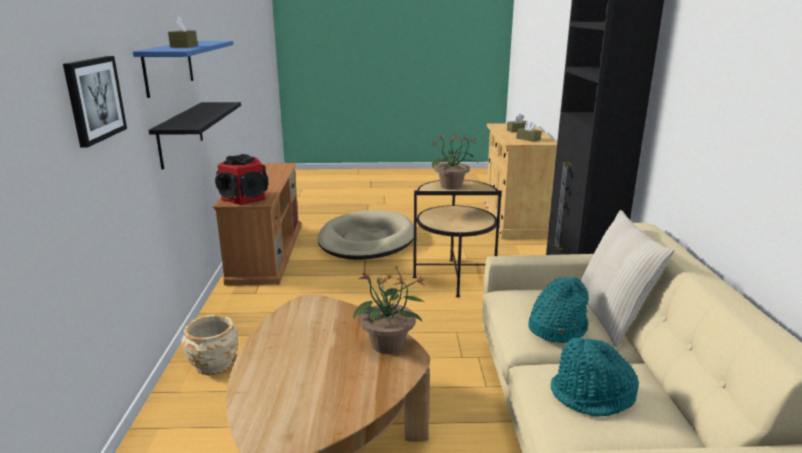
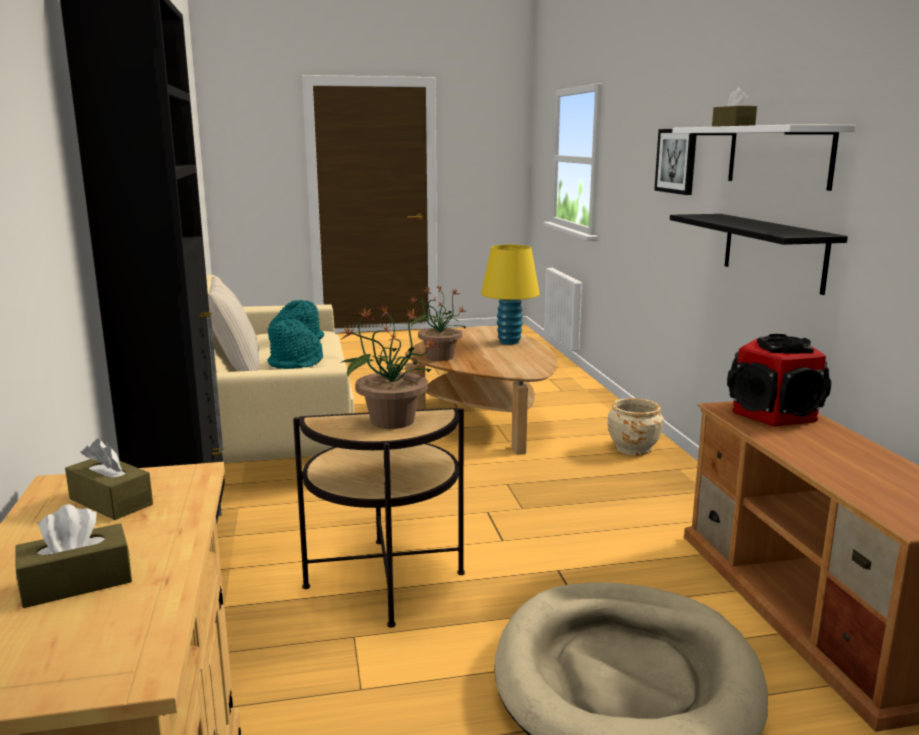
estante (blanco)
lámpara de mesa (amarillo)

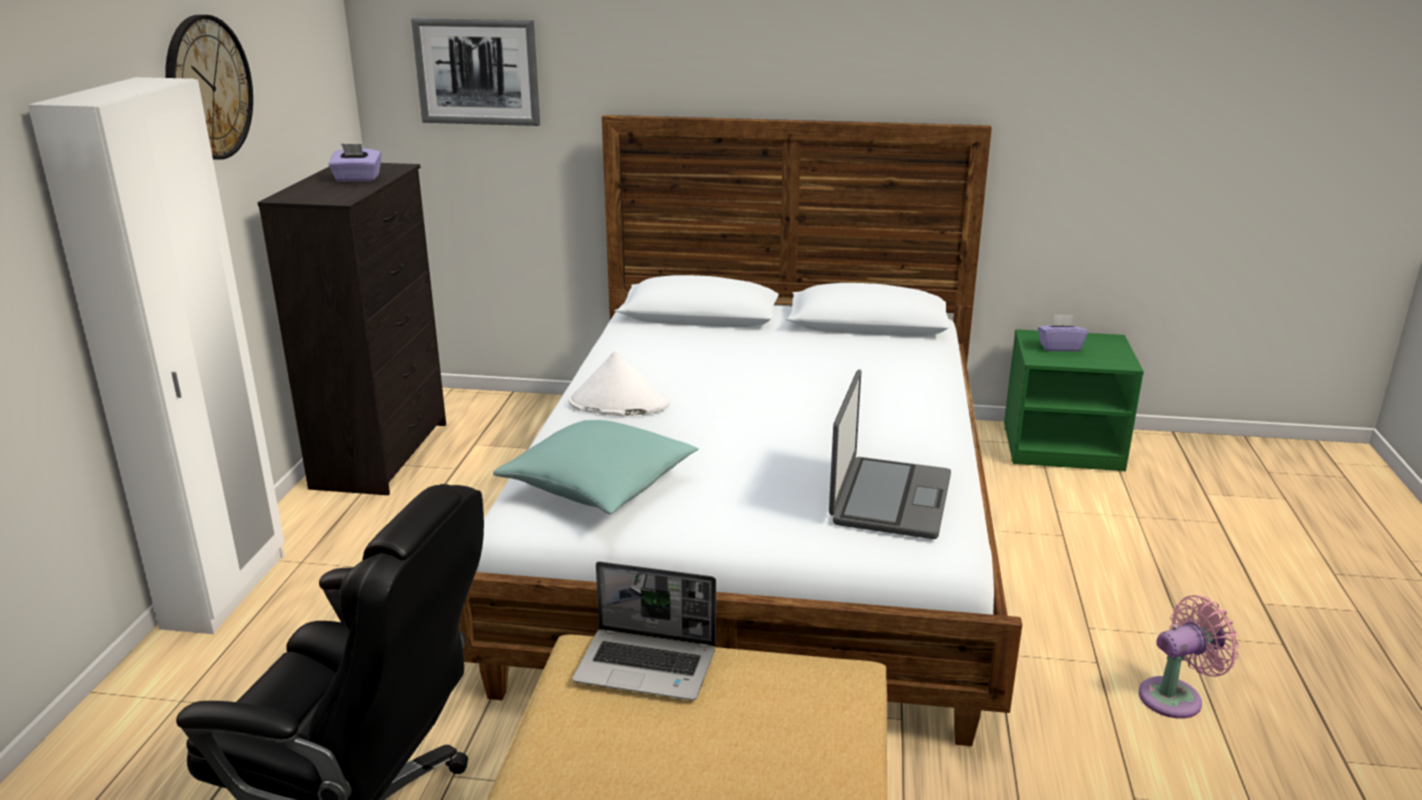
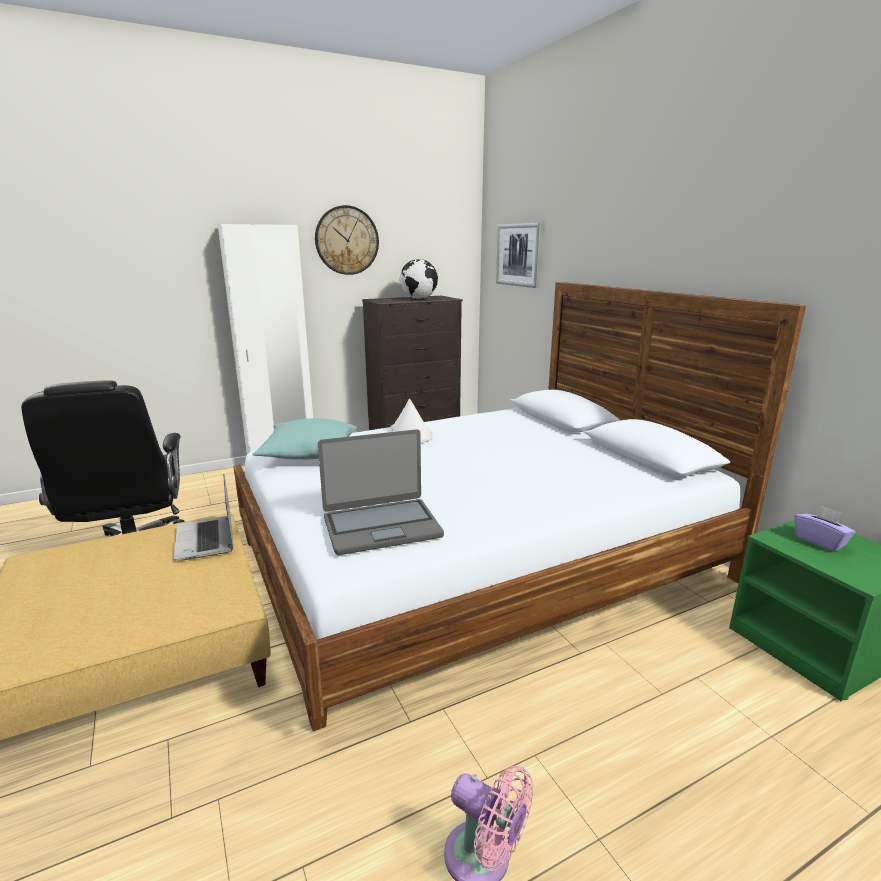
globo terráqueo

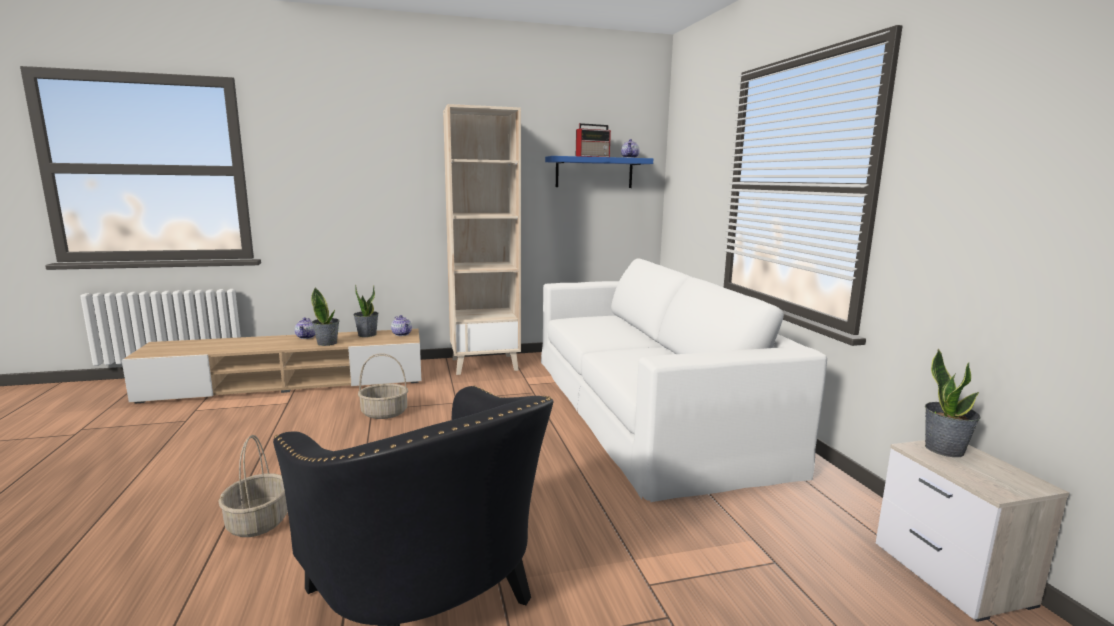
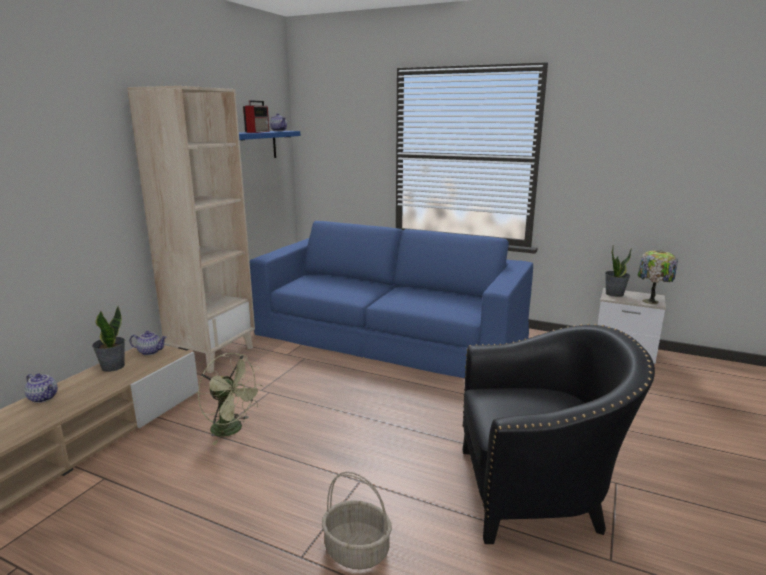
sofá (azul)
planta en maceta (1st from left in the first image)
ventilador (verde)
lámpara de mesa

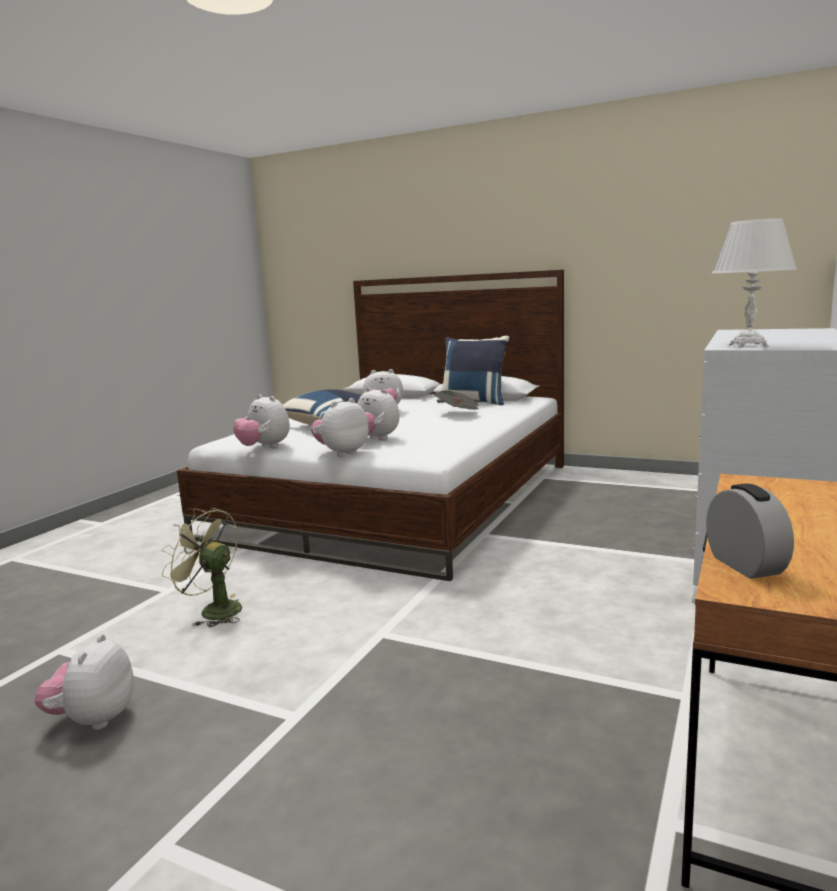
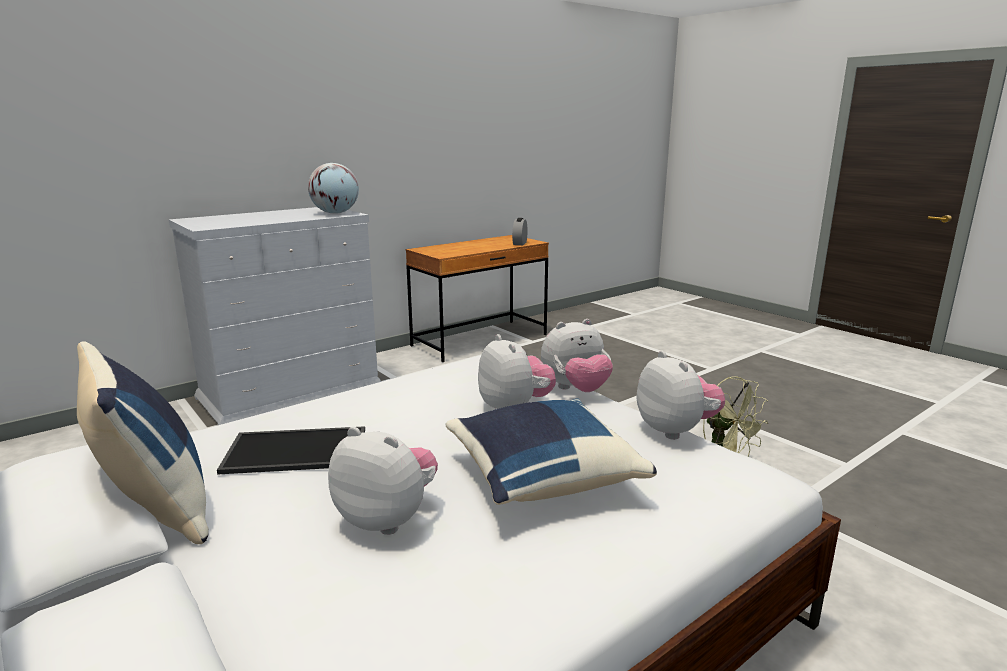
globo terráqueo
bandeja
peluche (1st from left in the first image)

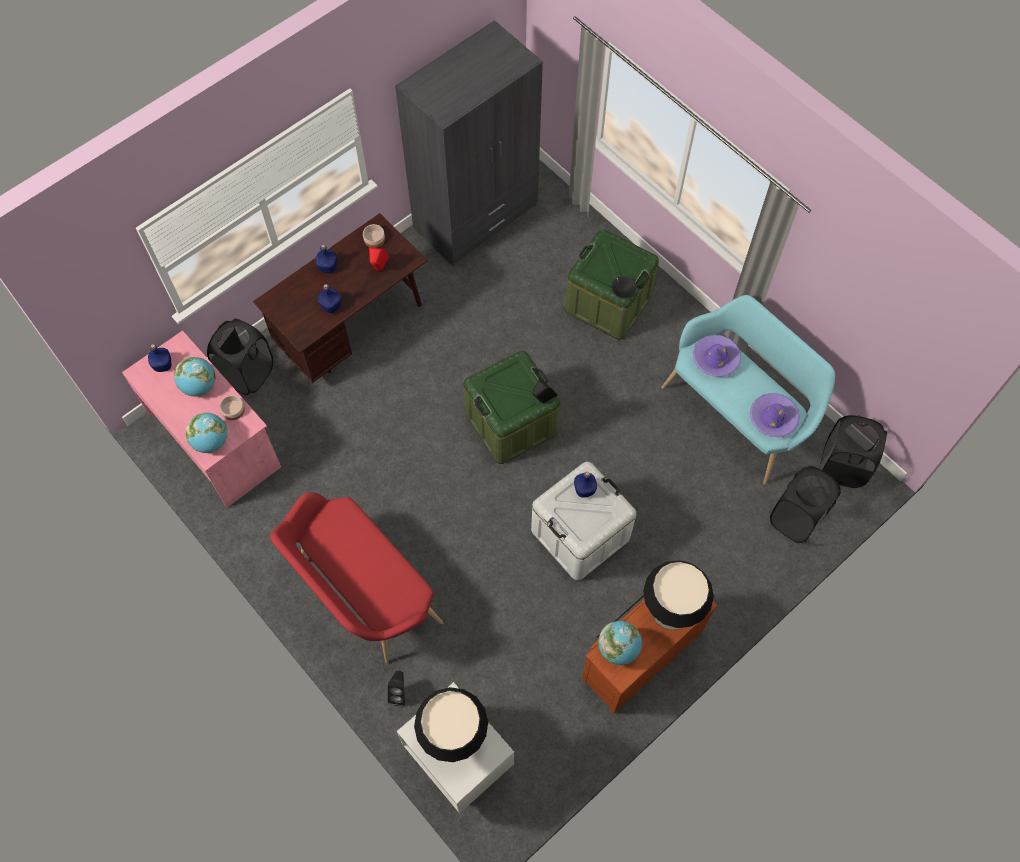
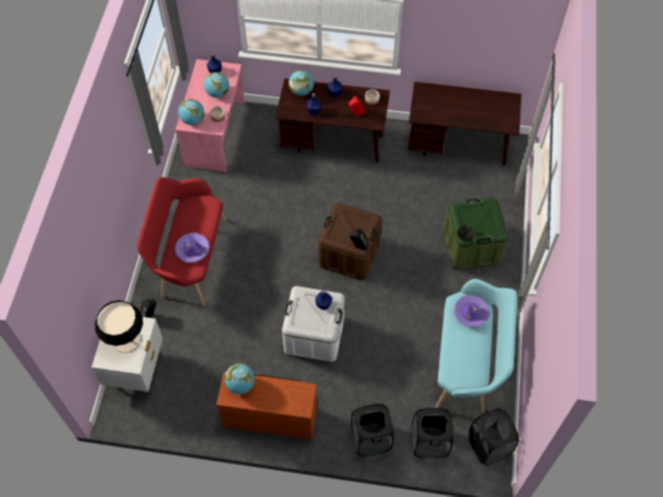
escritorio (marrón) (2nd from left)
cesto de la ropa (negro) (1st from left)
caja de almacenaje (marrón)
sombrero (morado) (1st from left)
lámpara de mesa (2nd from left in the first image)
globo terráqueo (4th from left)

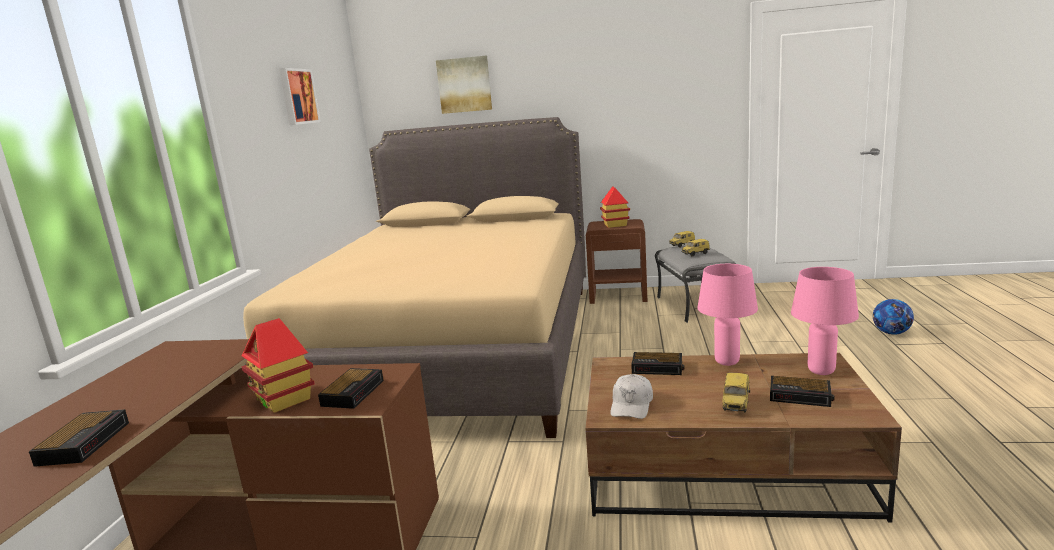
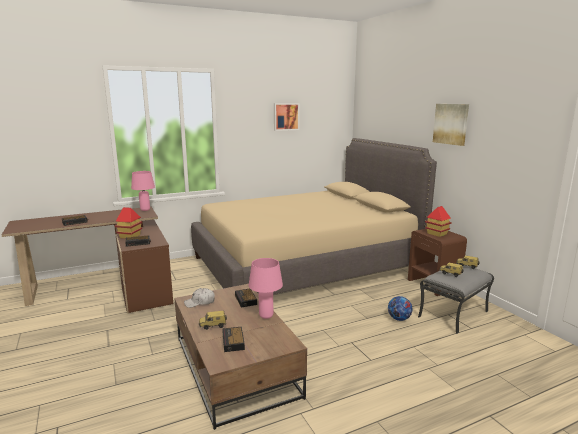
cuadro (2nd from left)
lámpara de mesa (rosa) (1st from left)
balón de fútbol

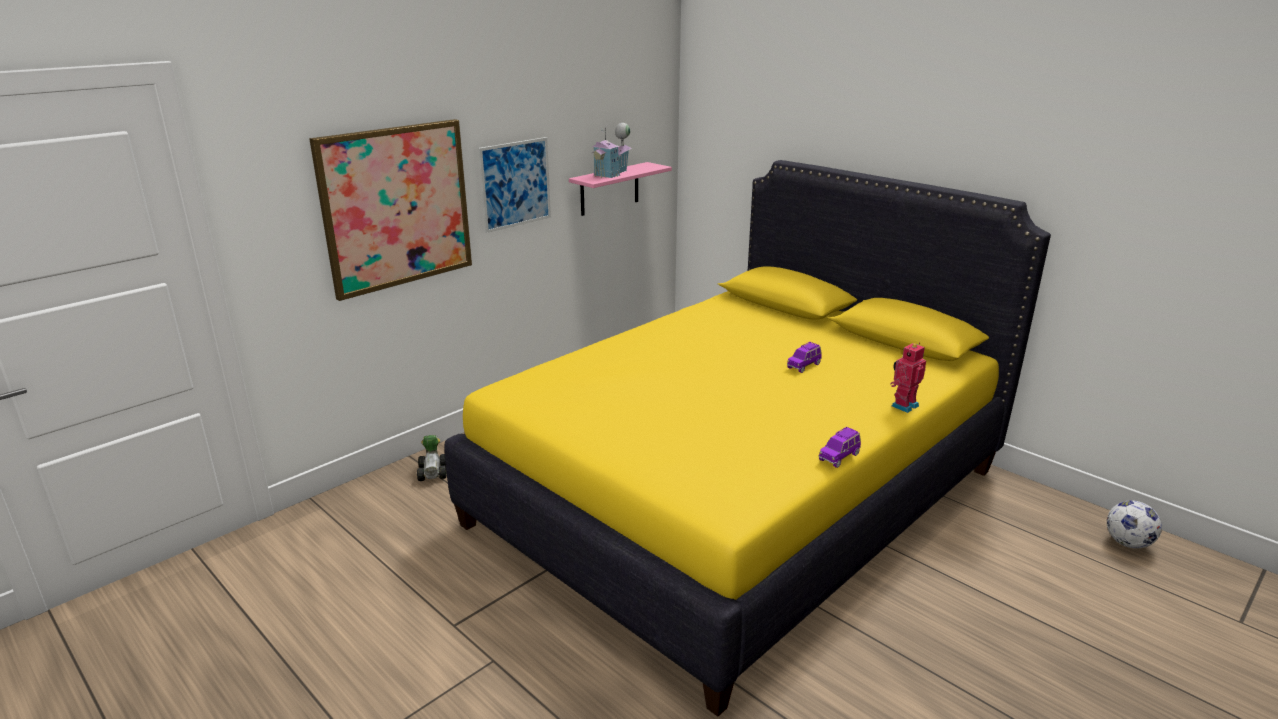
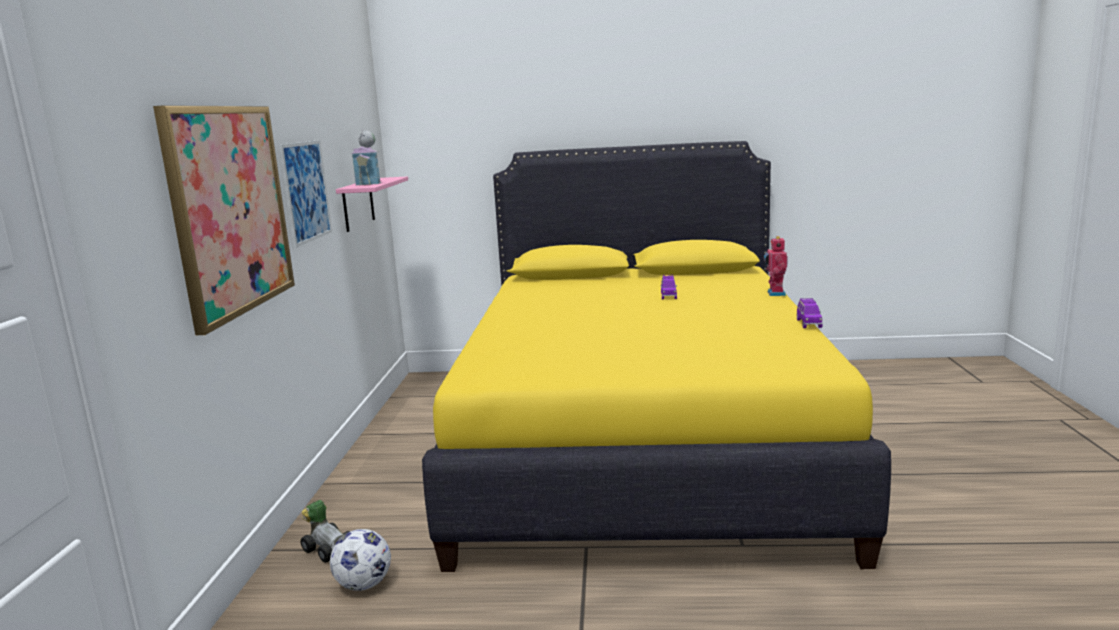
balón de fútbol

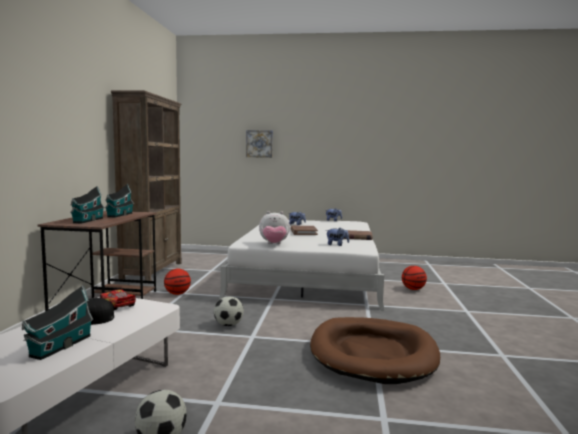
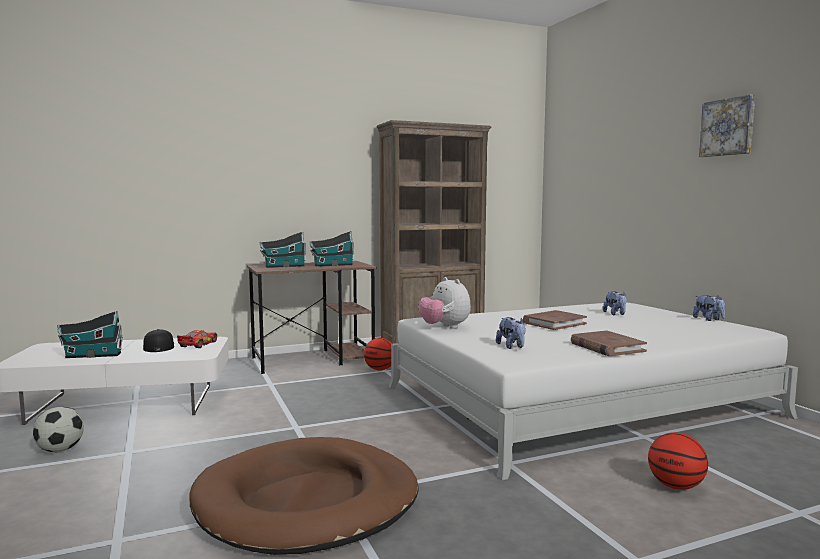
cuadro
balón de fútbol (2nd from left in the first image)

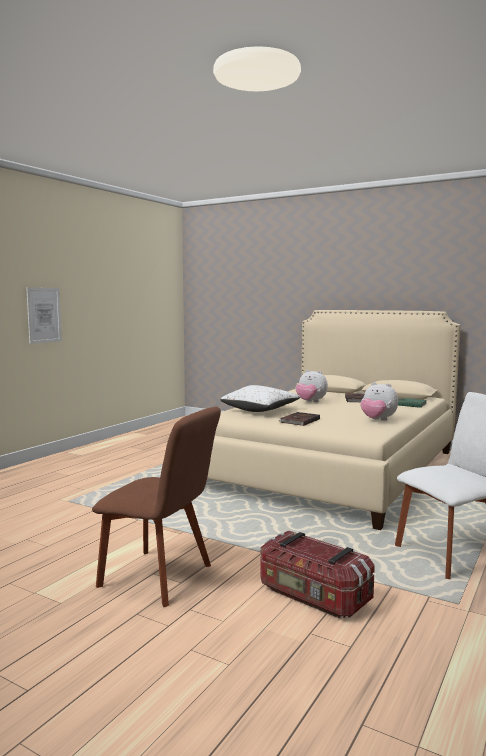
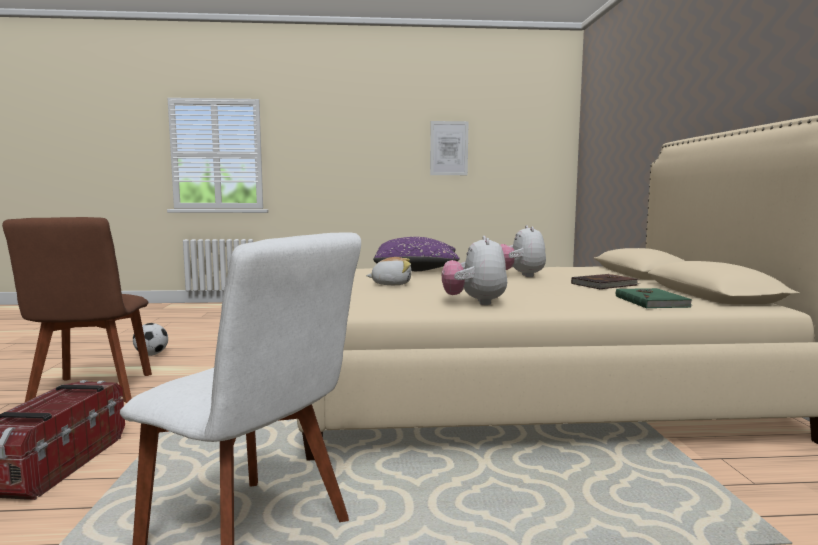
cuadro
cojín (morado)
peluche (1st from left)
balón de fútbol

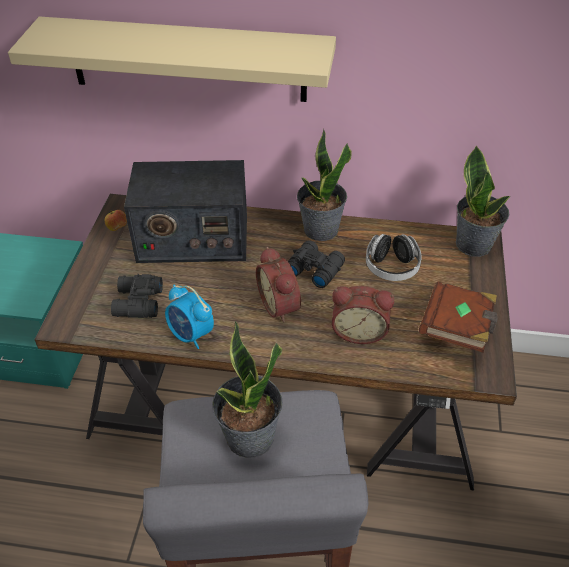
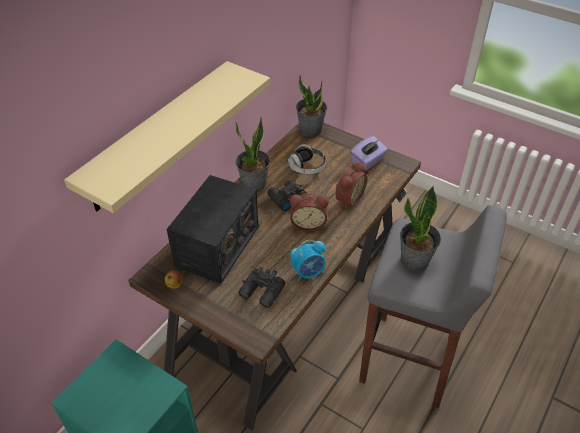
caja de pañuelos (morado)

